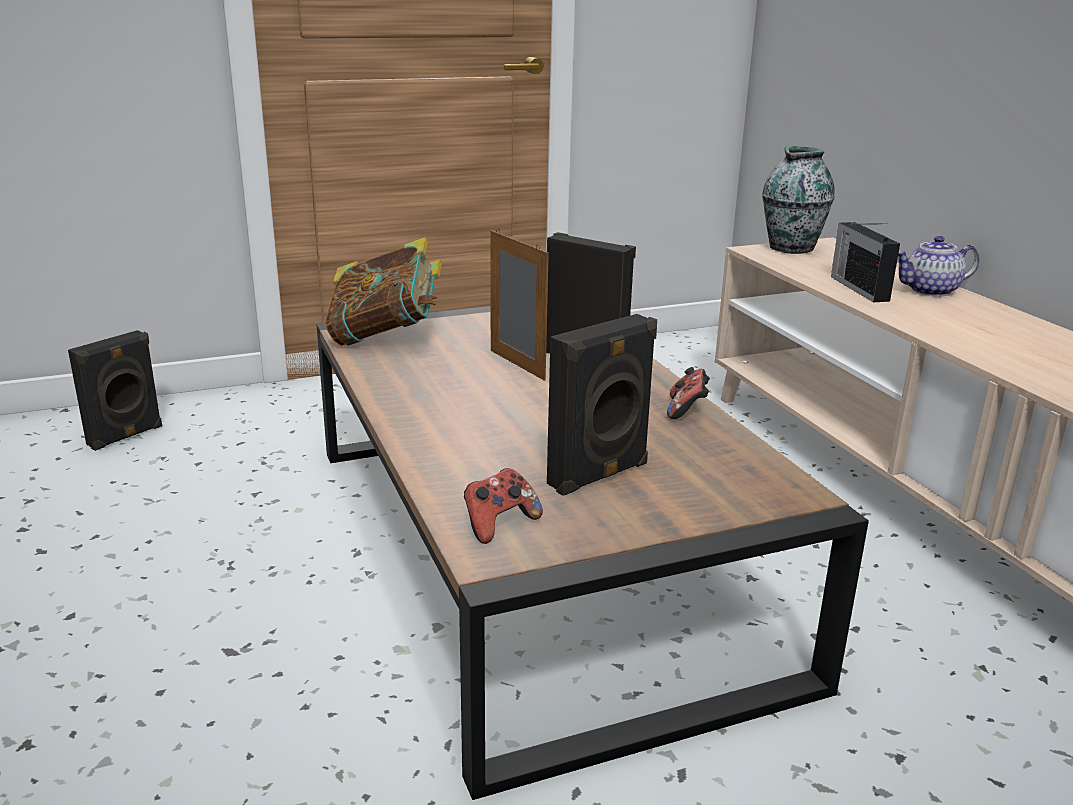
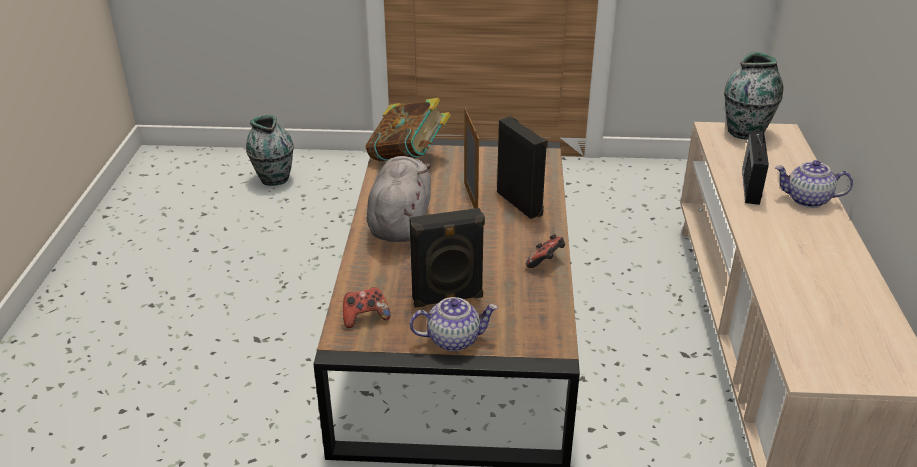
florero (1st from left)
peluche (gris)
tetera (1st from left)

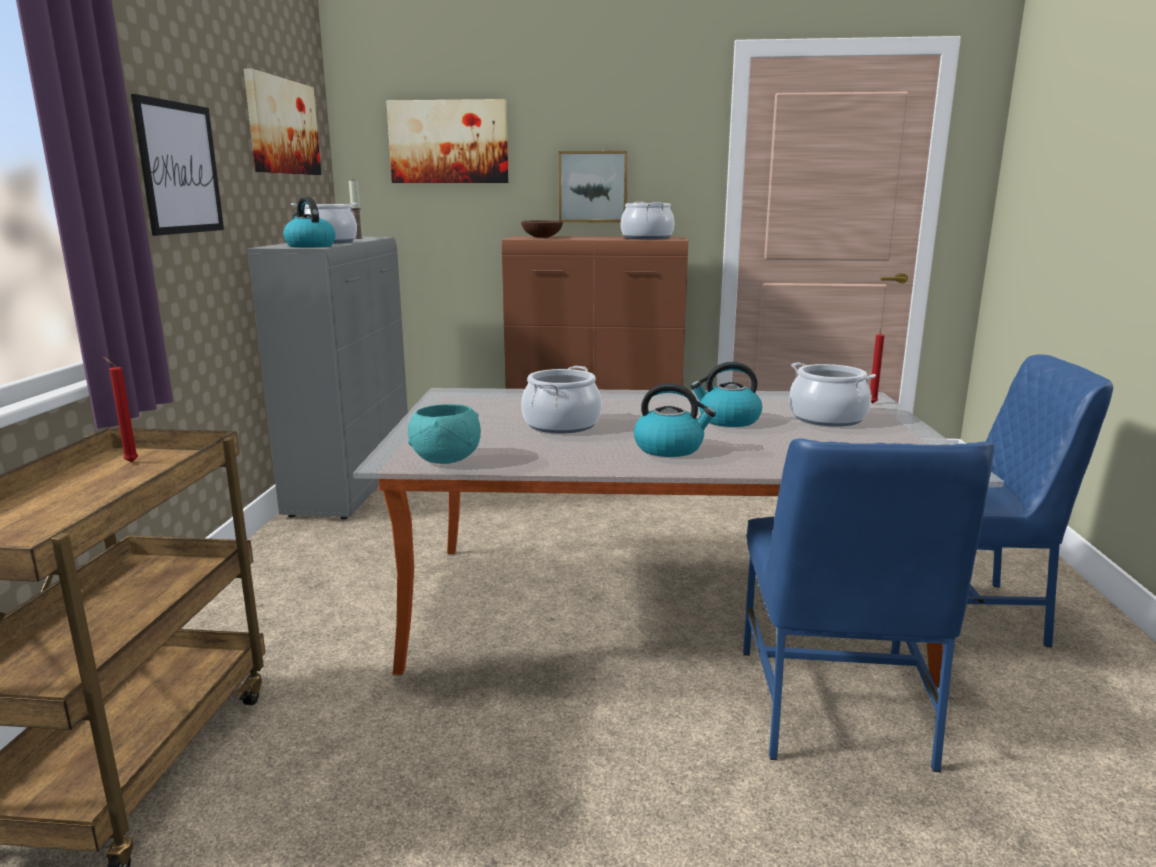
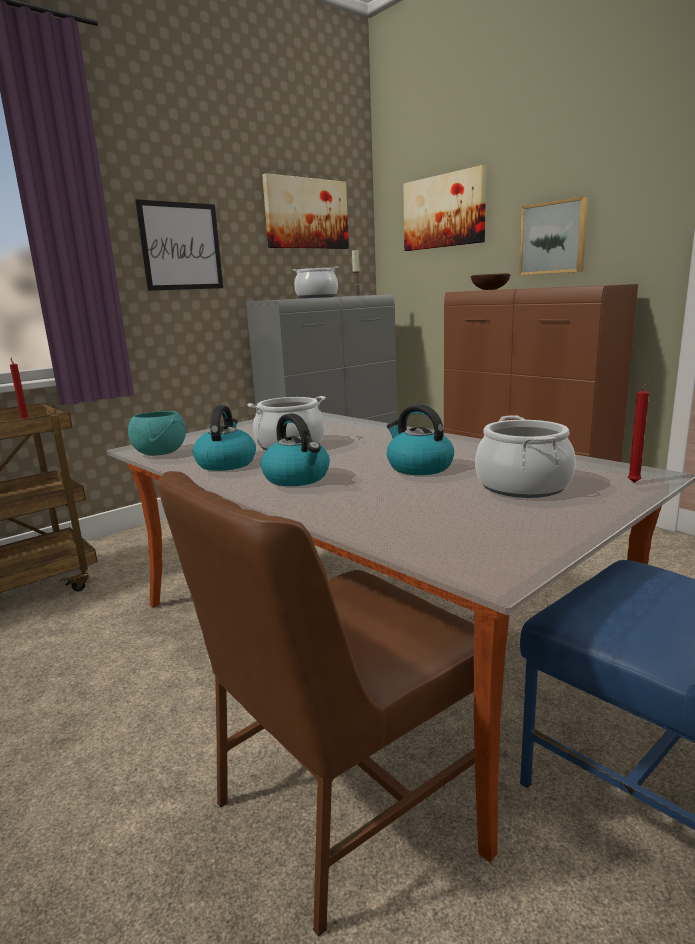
hervidor (1st from left)
olla (3rd from left in the first image)
silla (marrón)

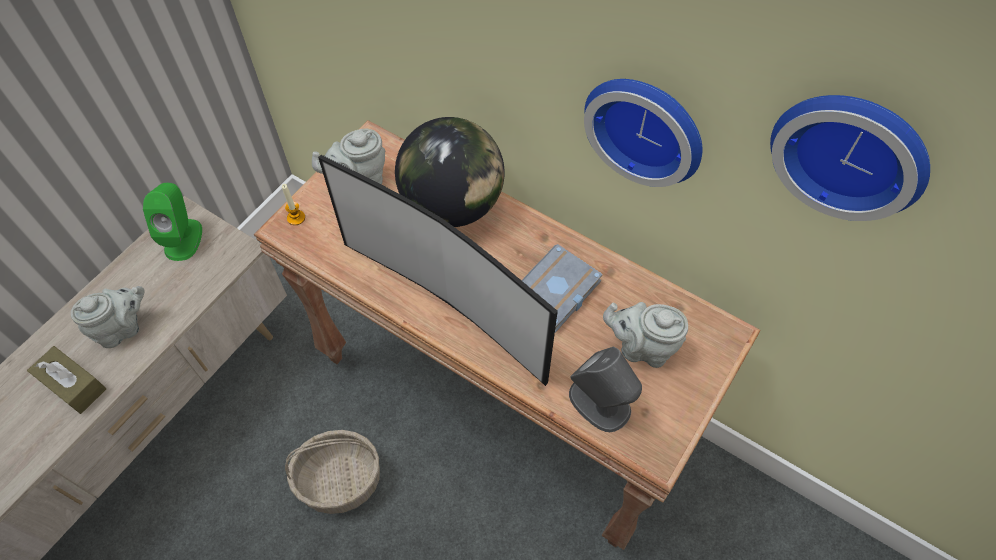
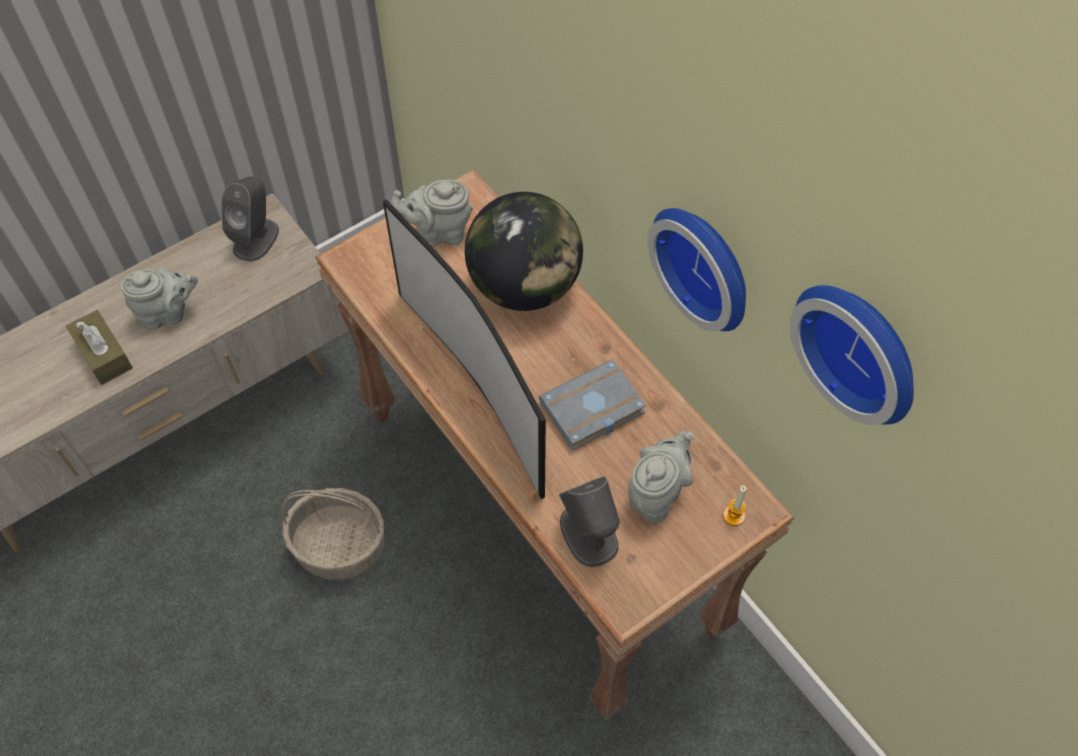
altavoz (gris) (1st from left)
vela
tetera (gris) (3rd from left)

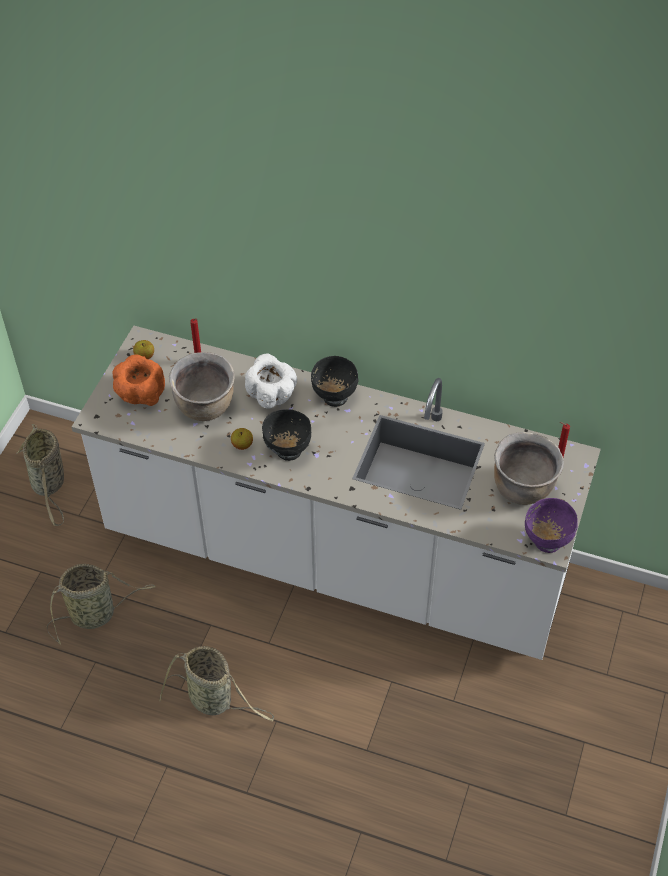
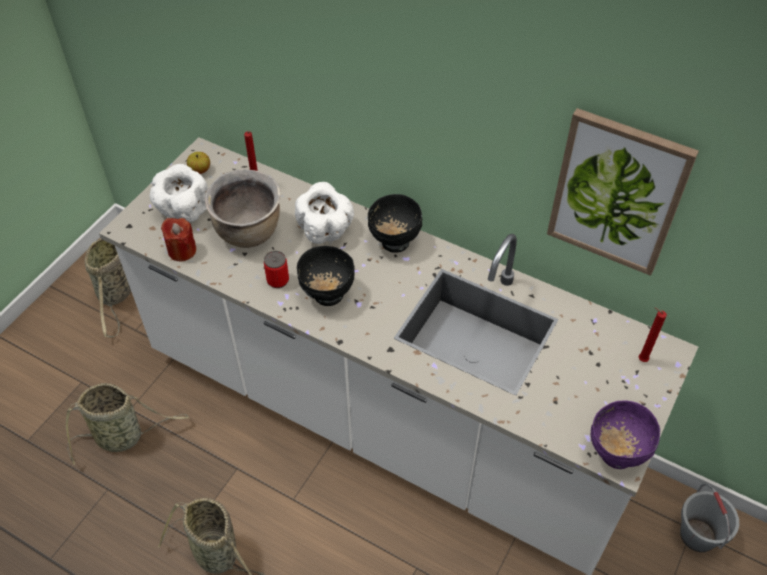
cuenco (blanco) (1st from left)
lata
olla (marrón) (2nd from left in the first image)
cuadro
vela (rojo) (1st from left)
cubo (gris)

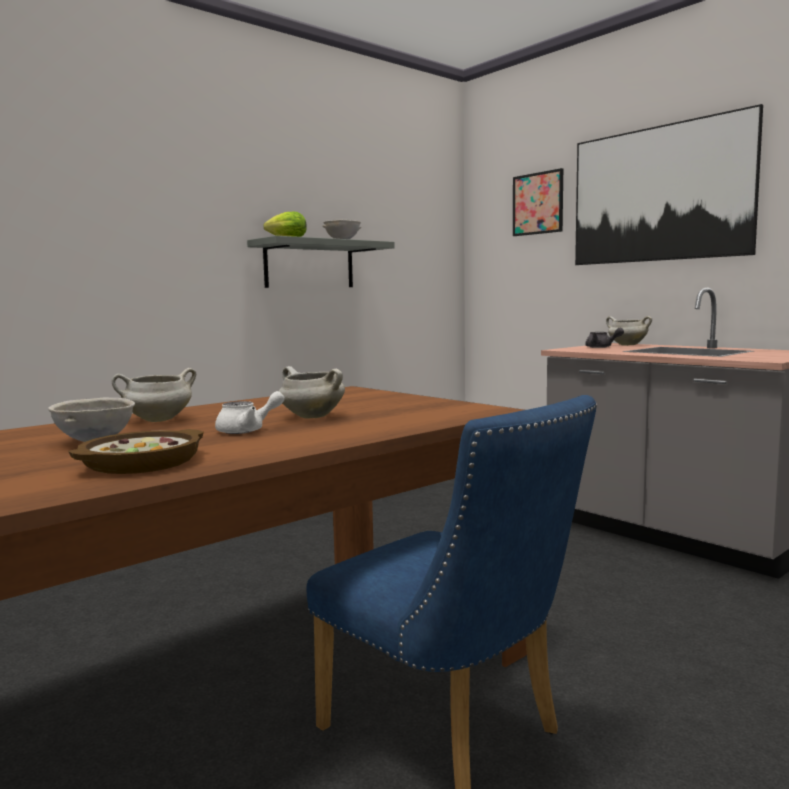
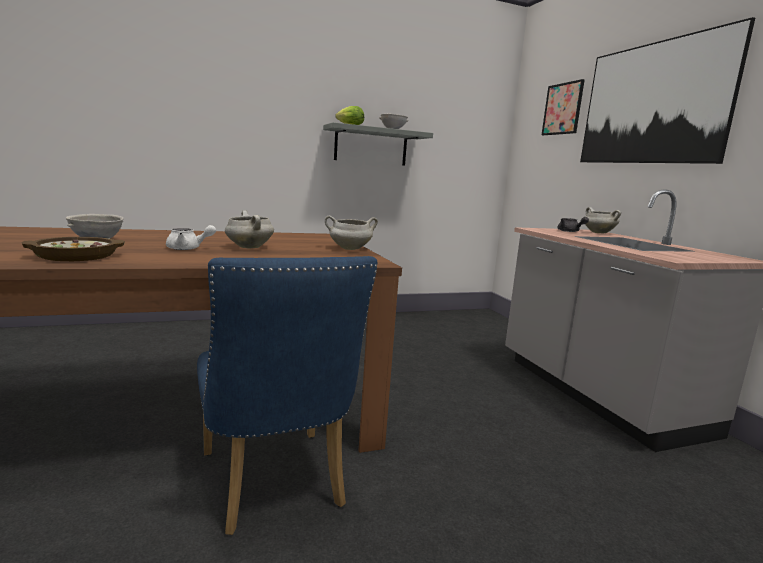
olla (blanco) (2nd from left)

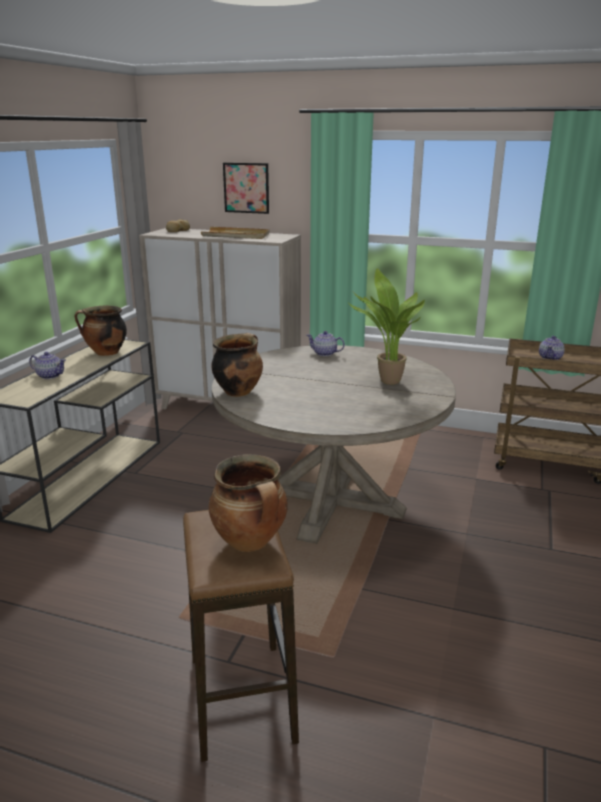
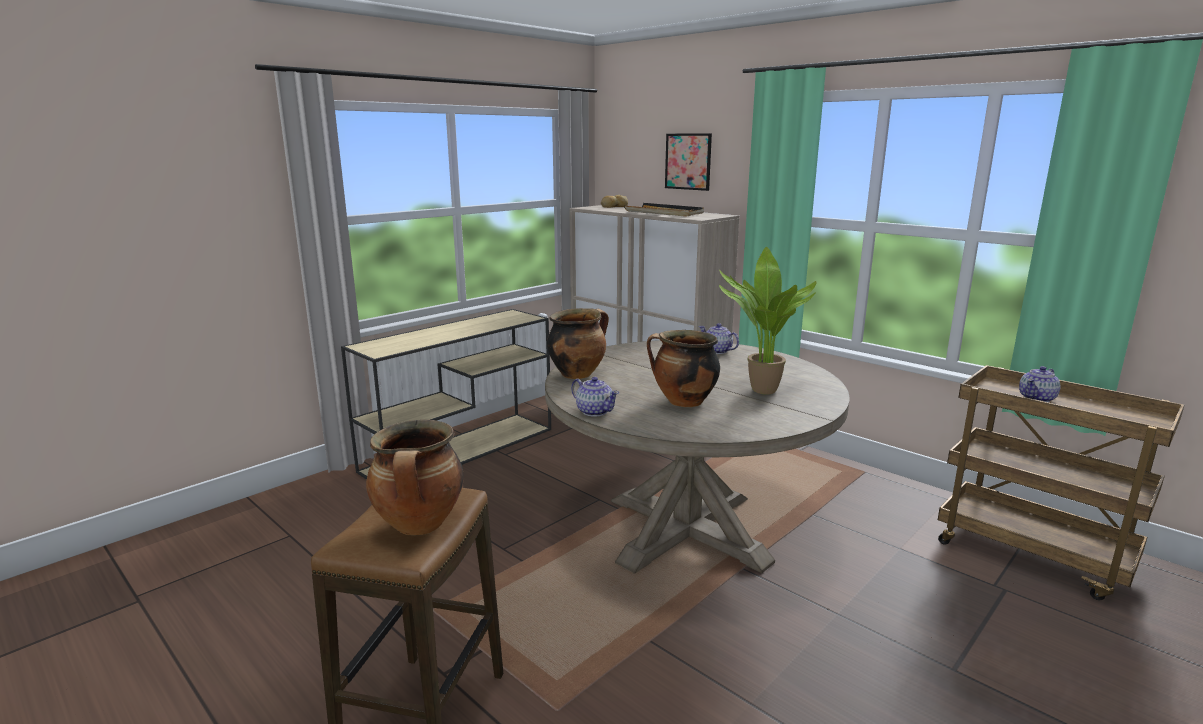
bandeja (negro)
olla (3rd from left)
tetera (1st from left)

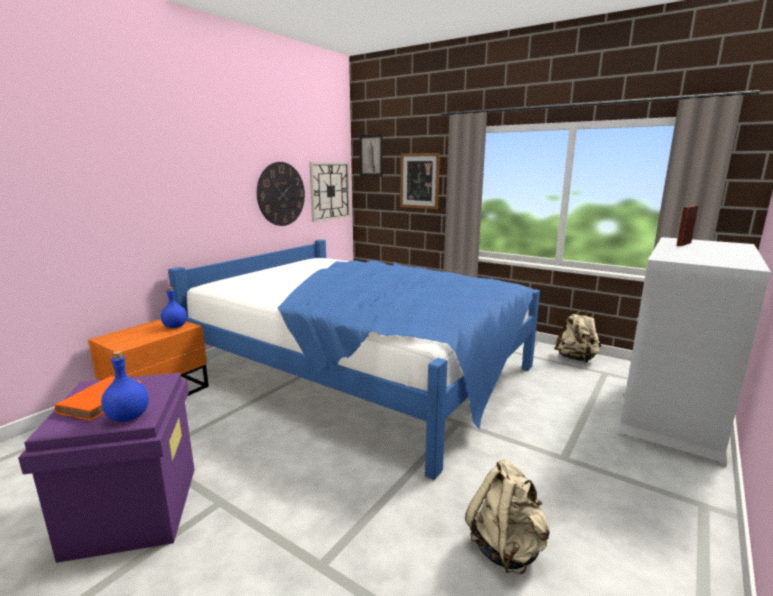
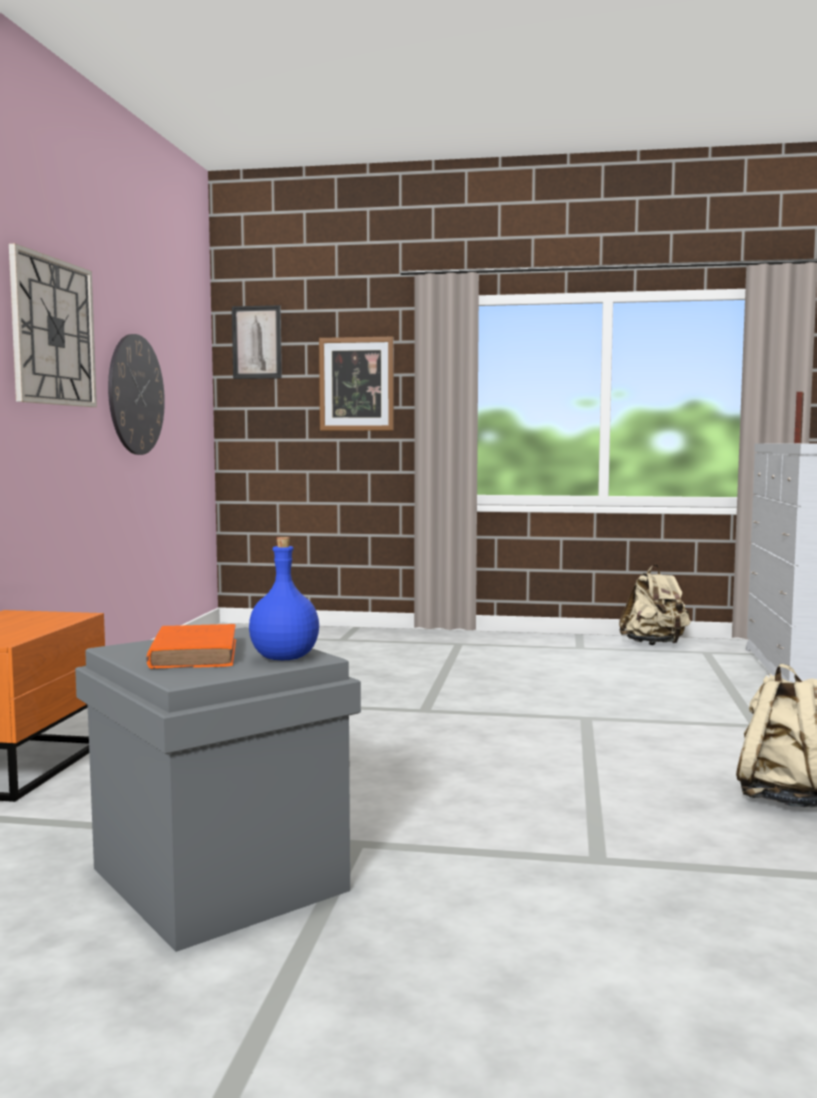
reloj de pared (1st from left)
cama (azul)
botella (azul) (2nd from left in the first image)
caja de almacenaje (gris)

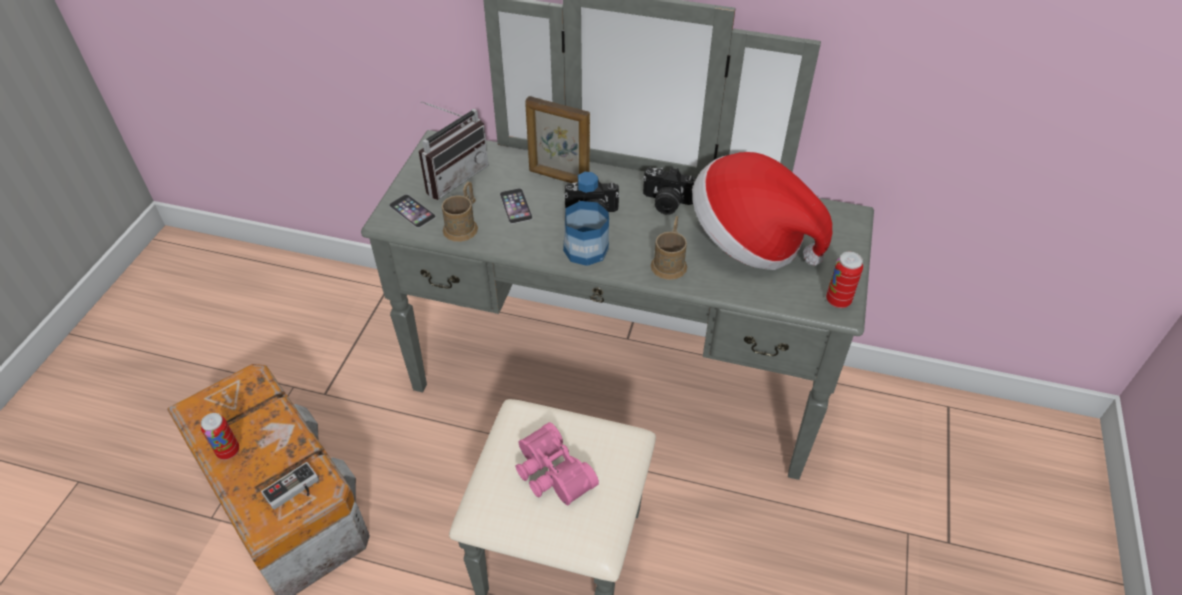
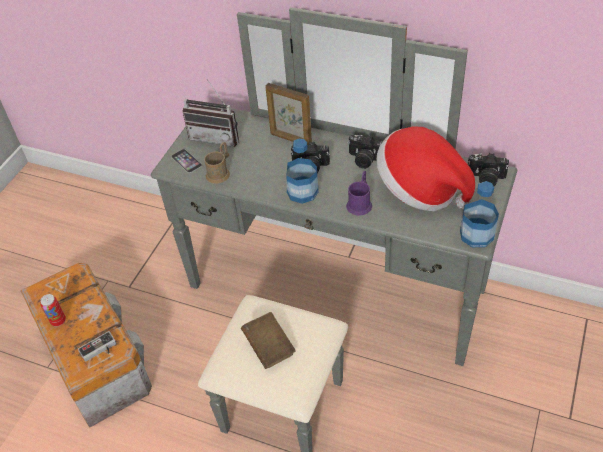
radio
móvil (2nd from left in the first image)
taza grande (morado)
botella (2nd from left)
libro (marrón)
cámara (3rd from left)

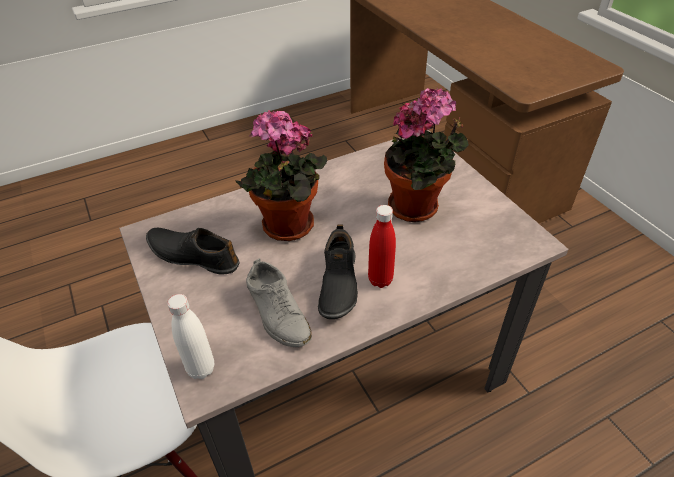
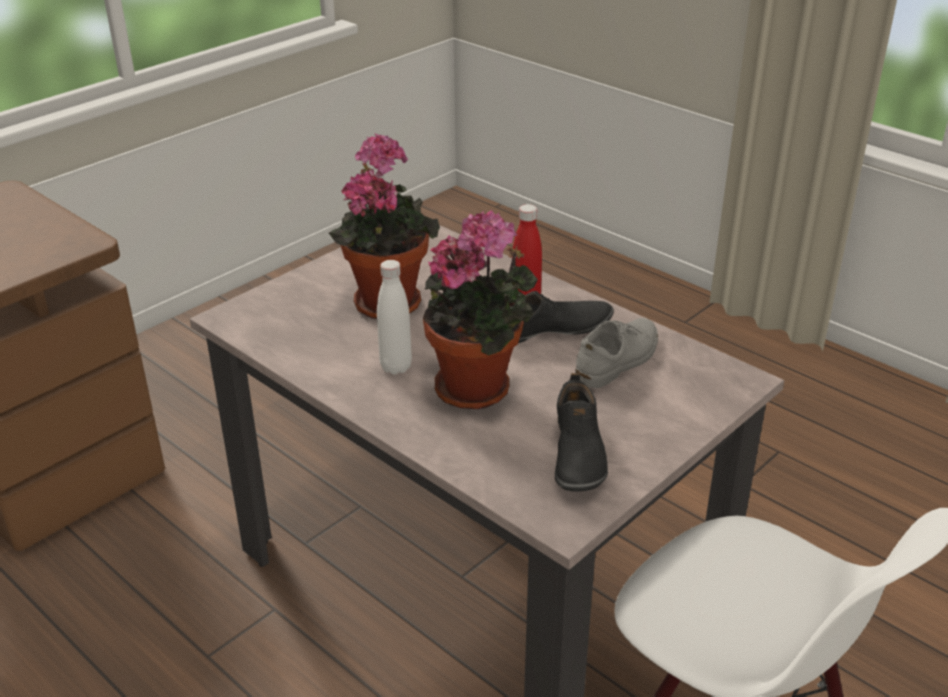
botella (blanco)

